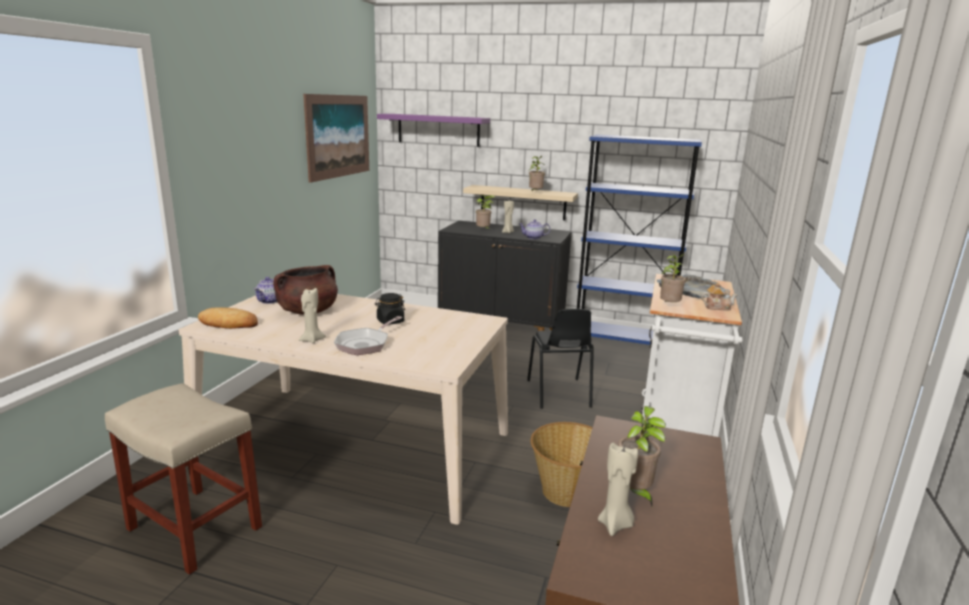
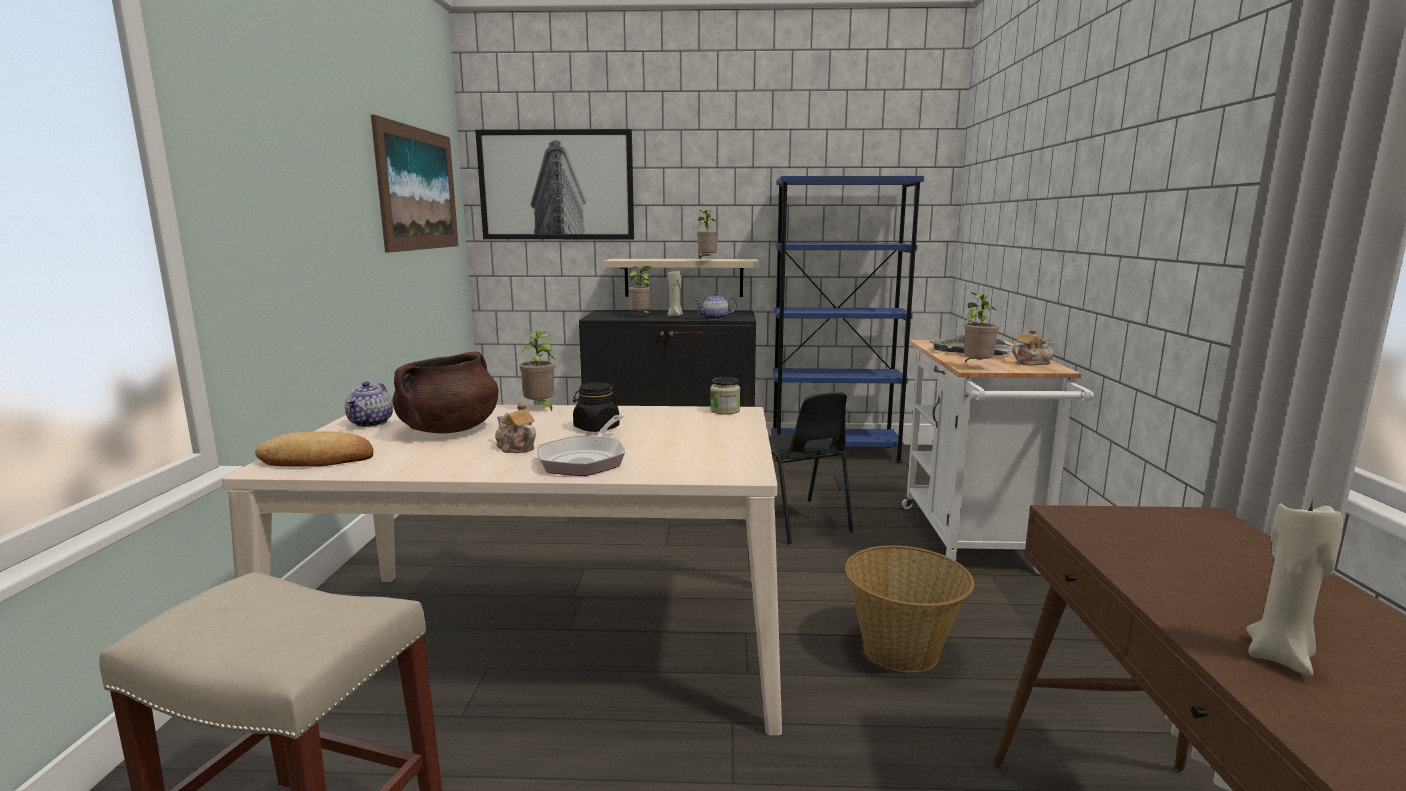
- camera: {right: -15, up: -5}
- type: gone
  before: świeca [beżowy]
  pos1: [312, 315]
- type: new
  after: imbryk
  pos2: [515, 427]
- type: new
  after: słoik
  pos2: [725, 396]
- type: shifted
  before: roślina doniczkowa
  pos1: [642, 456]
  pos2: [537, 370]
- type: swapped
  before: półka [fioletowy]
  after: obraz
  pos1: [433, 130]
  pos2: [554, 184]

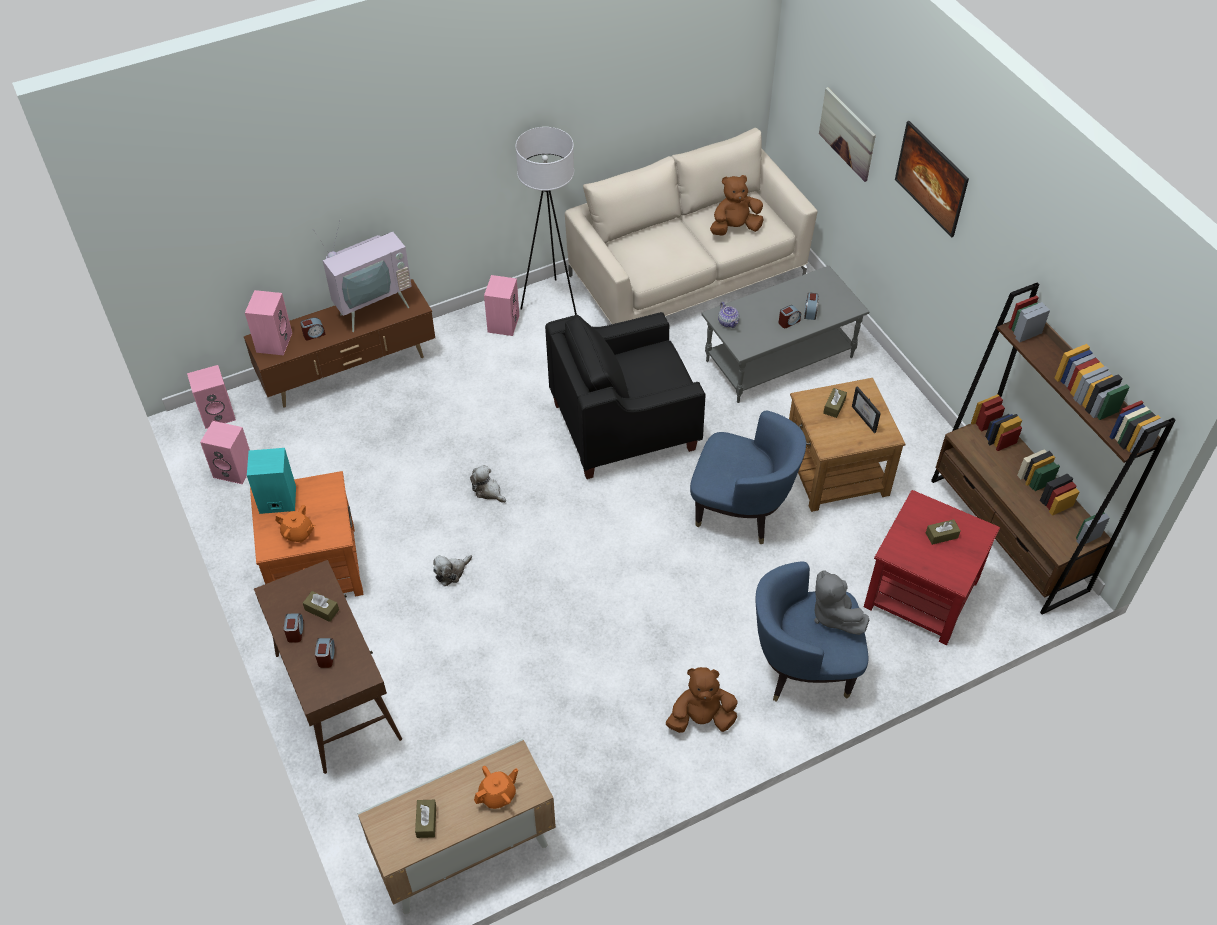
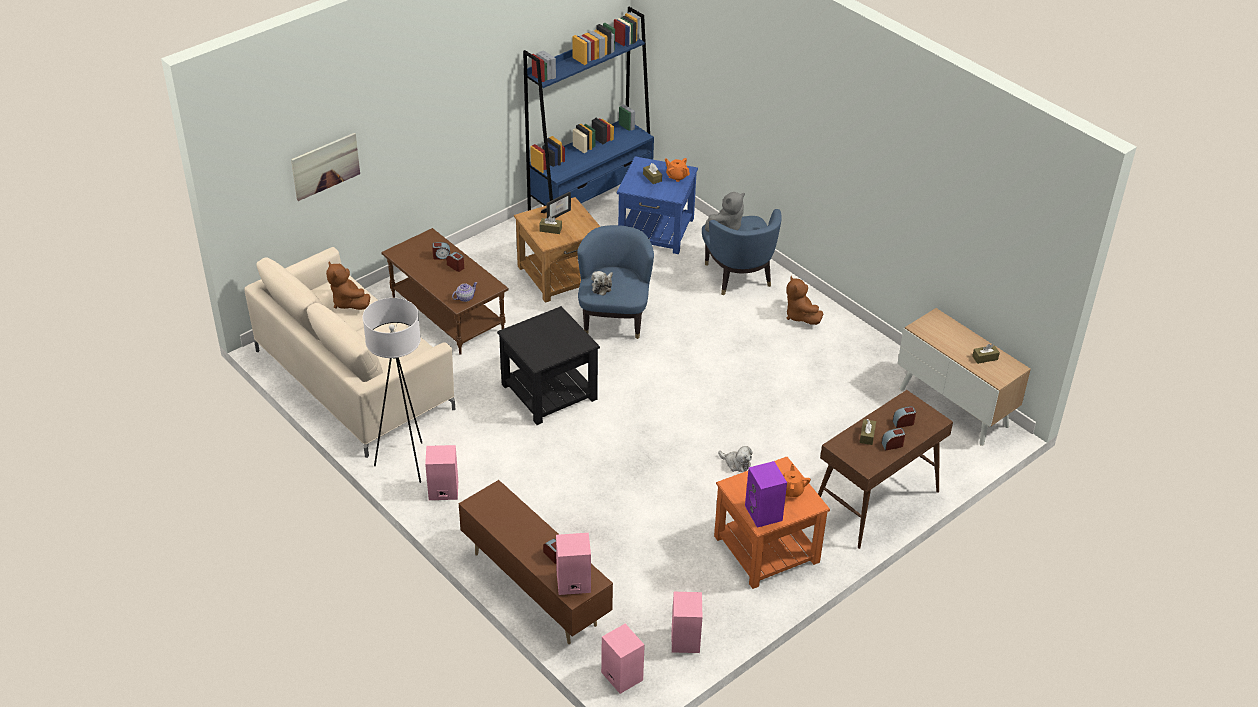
- camera: {right: -105, up: -10}
- type: gone
  before: telewizor
  pos1: [362, 277]
- type: gone
  before: obraz
  pos1: [932, 179]
- type: shifted
  before: pluszak
  pos1: [488, 484]
  pos2: [602, 283]
- type: shifted
  before: imbryk [pomarańczowy]
  pos1: [496, 787]
  pos2: [677, 170]
- type: swapped
  before: fotel [czarny]
  after: stolik [czarny]
  pos1: [625, 395]
  pos2: [548, 365]
- type: repainted
  before: głośnik [turkusowy]
  after: głośnik [fioletowy]
  pos1: [271, 481]
  pos2: [766, 494]
- type: repainted
  before: ława [szary]
  after: ława [brązowy]
  pos1: [785, 334]
  pos2: [445, 291]
- type: repainted
  before: stolik [czerwony]
  after: stolik [niebieski]
  pos1: [932, 567]
  pos2: [657, 205]
- type: repainted
  before: regał [brązowy]
  after: regał [niebieski]
  pos1: [1053, 448]
  pos2: [588, 109]

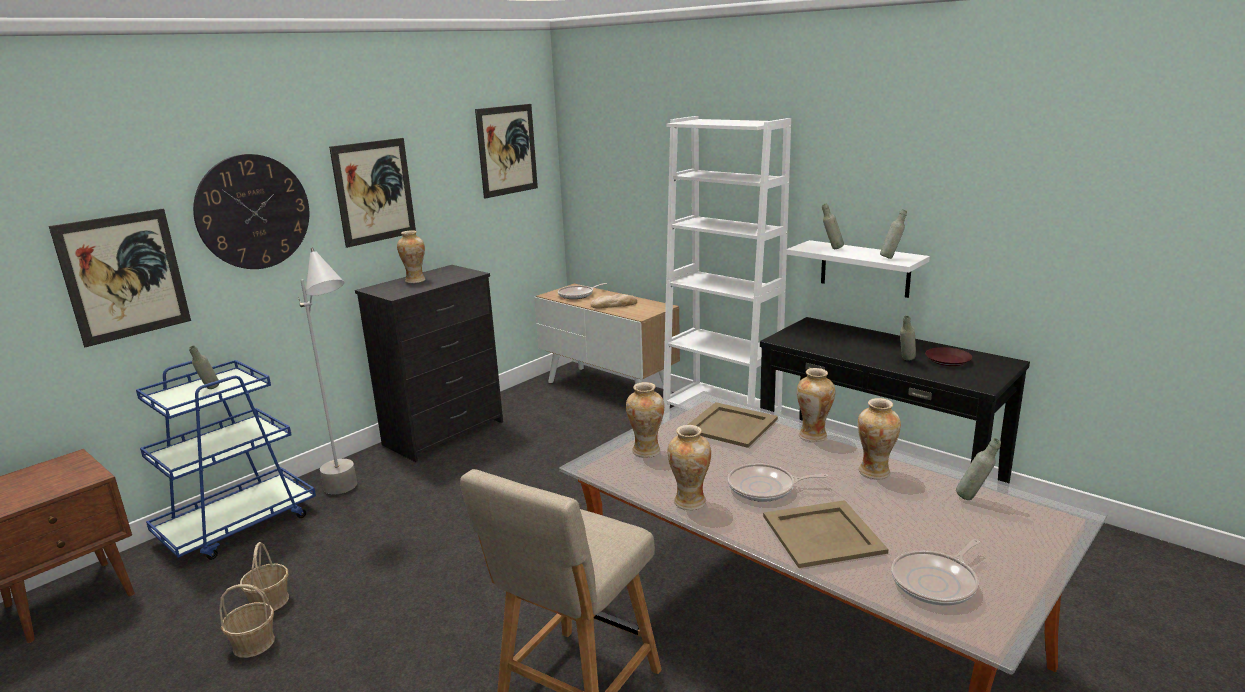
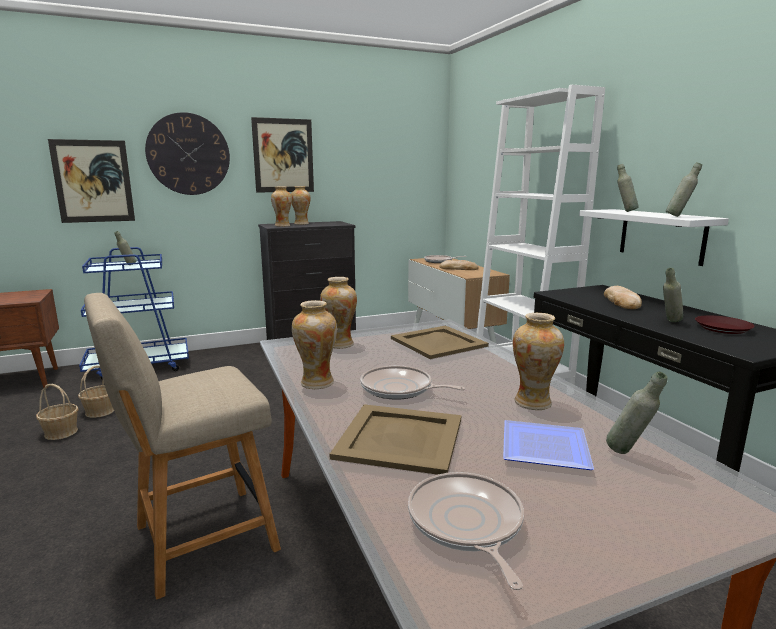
- camera: {right: 25, up: -5}
- type: gone
  before: lampa stojąca [szary]
  pos1: [327, 371]
- type: gone
  before: obraz
  pos1: [506, 151]
- type: new
  after: talerz
  pos2: [548, 445]
- type: new
  after: chleb
  pos2: [623, 297]
- type: shifted
  before: wazon
  pos1: [816, 405]
  pos2: [281, 206]
- type: rotated
  before: patelnia
  pos1: [935, 572]
  pos2: [466, 531]
  turn: 90

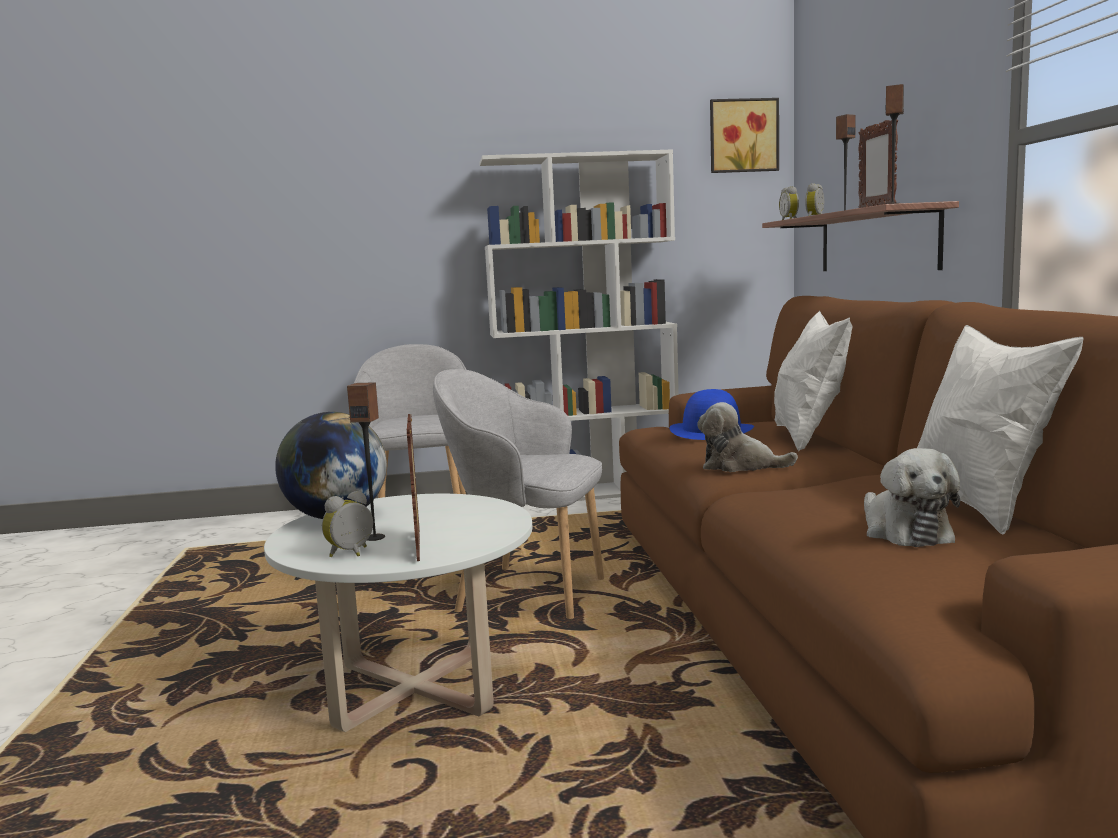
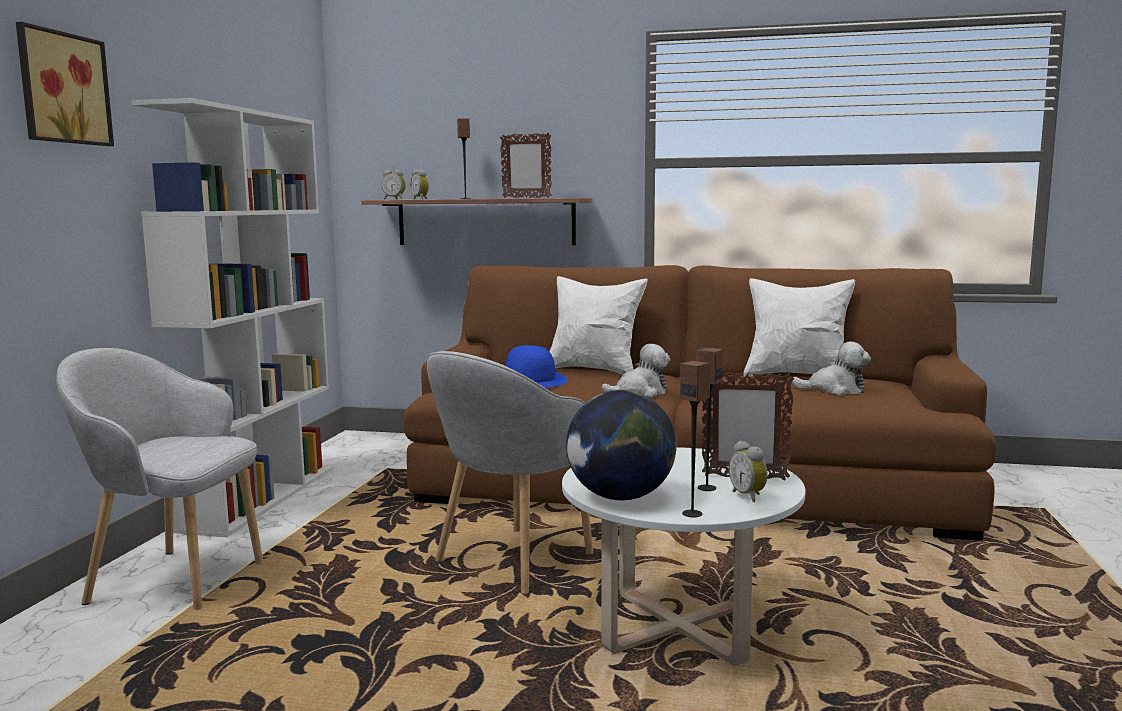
- camera: {right: -70, up: 0}
- type: shifted
  before: obraz
  pos1: [744, 135]
  pos2: [65, 84]
- type: shifted
  before: głośnik
  pos1: [895, 144]
  pos2: [695, 439]
- type: rotated
  before: pluszak
  pos1: [747, 437]
  pos2: [635, 370]
  turn: -150

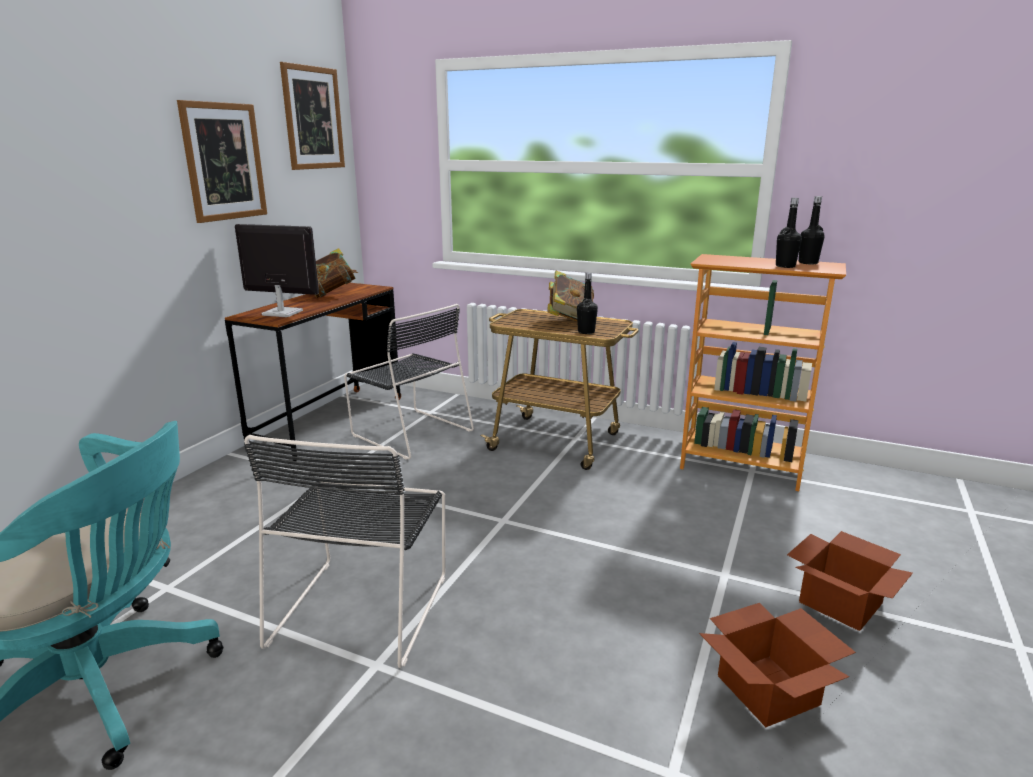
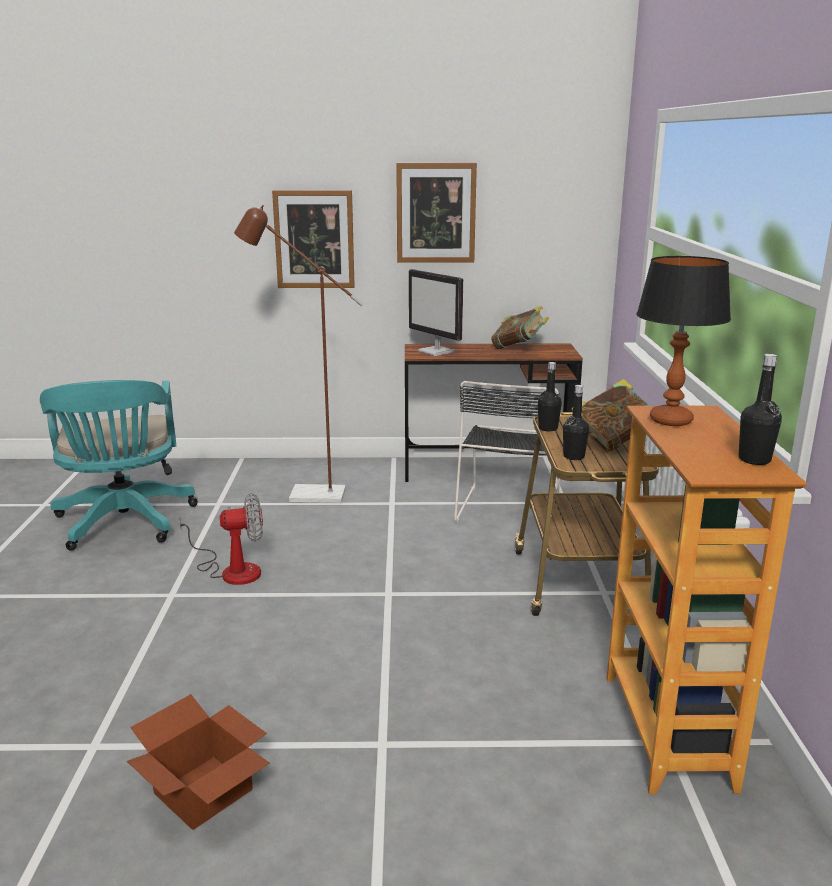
- camera: {right: 65, up: 0}
- type: gone
  before: karton
  pos1: [850, 581]
- type: new
  after: lampa stojąca [brązowy]
  pos2: [299, 354]
- type: new
  after: lampa stołowa
  pos2: [683, 341]
- type: shifted
  before: obraz
  pos1: [312, 116]
  pos2: [313, 239]
- type: shifted
  before: butelka [czarny]
  pos1: [789, 233]
  pos2: [550, 396]
- type: swapped
  before: krzesło [czarny]
  after: wentylator
  pos1: [344, 551]
  pos2: [221, 539]
- type: rotated
  before: monitor
  pos1: [277, 270]
  pos2: [436, 312]
  turn: 150

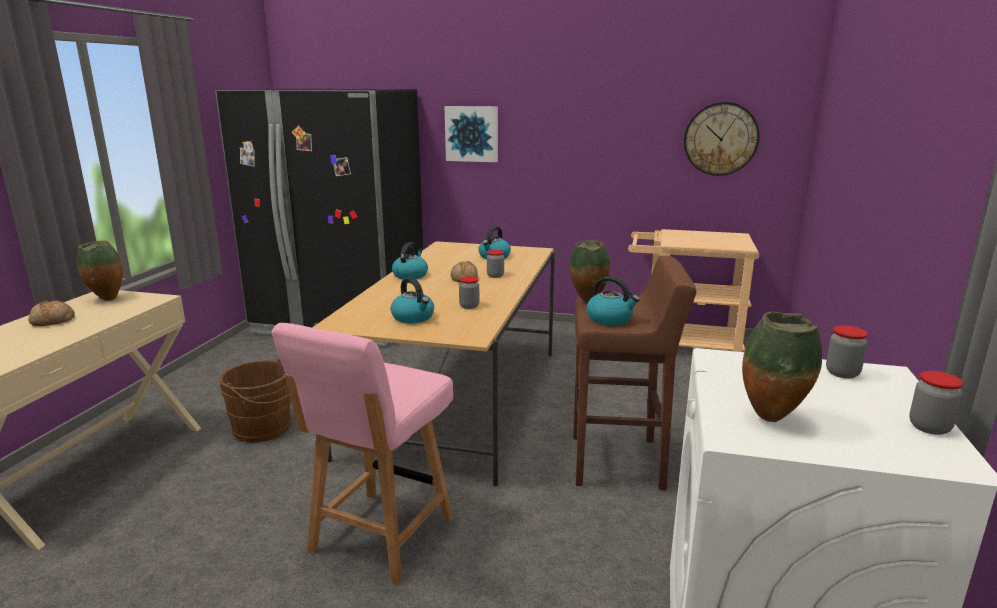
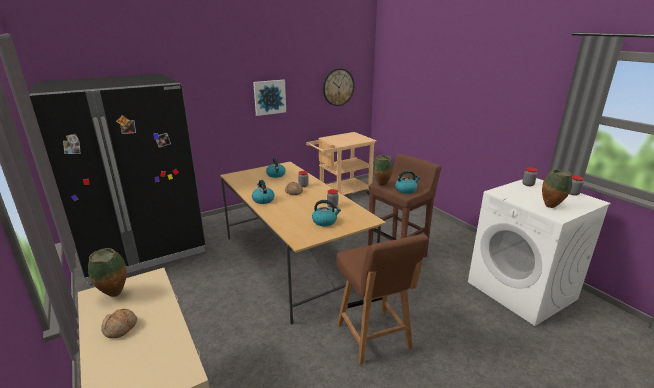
- camera: {right: -45, up: 5}
- type: gone
  before: wiadro [brązowy]
  pos1: [255, 400]
- type: shifted
  before: obraz
  pos1: [471, 134]
  pos2: [269, 98]
- type: repainted
  before: krzesło [różowy]
  after: krzesło [brązowy]
  pos1: [362, 454]
  pos2: [382, 299]

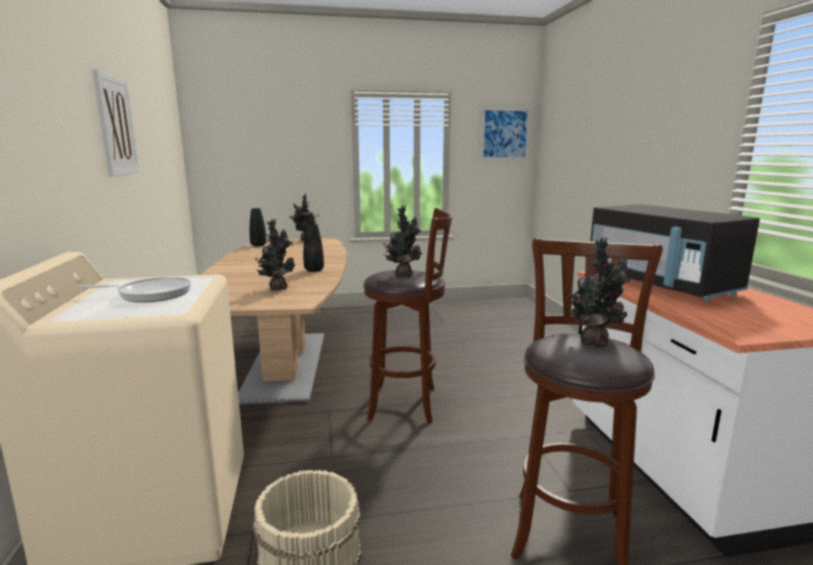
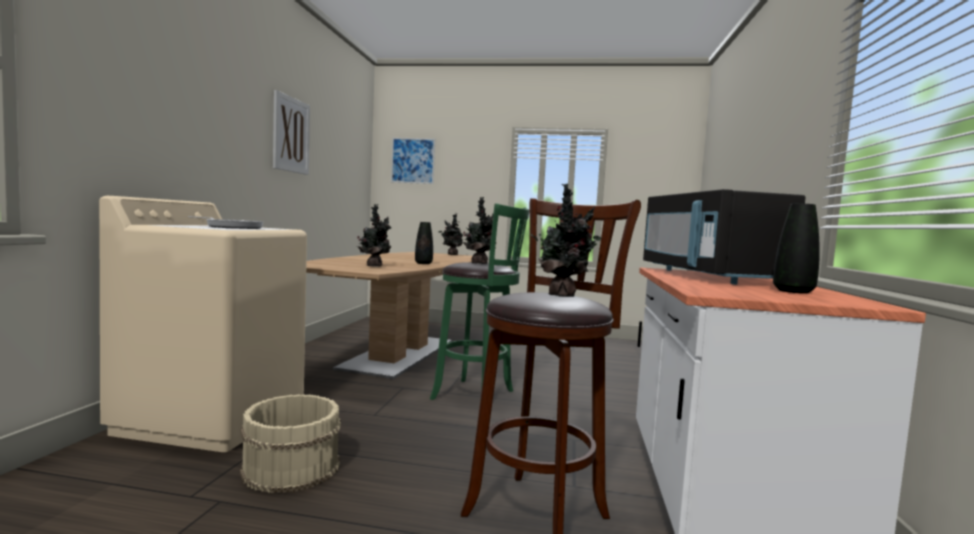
- camera: {right: 20, up: -10}
- type: shifted
  before: wazon [czarny]
  pos1: [258, 227]
  pos2: [796, 249]
- type: shifted
  before: obraz
  pos1: [505, 134]
  pos2: [413, 161]
- type: repainted
  before: stołek [brązowy]
  after: stołek [zielony]
  pos1: [407, 315]
  pos2: [480, 301]

